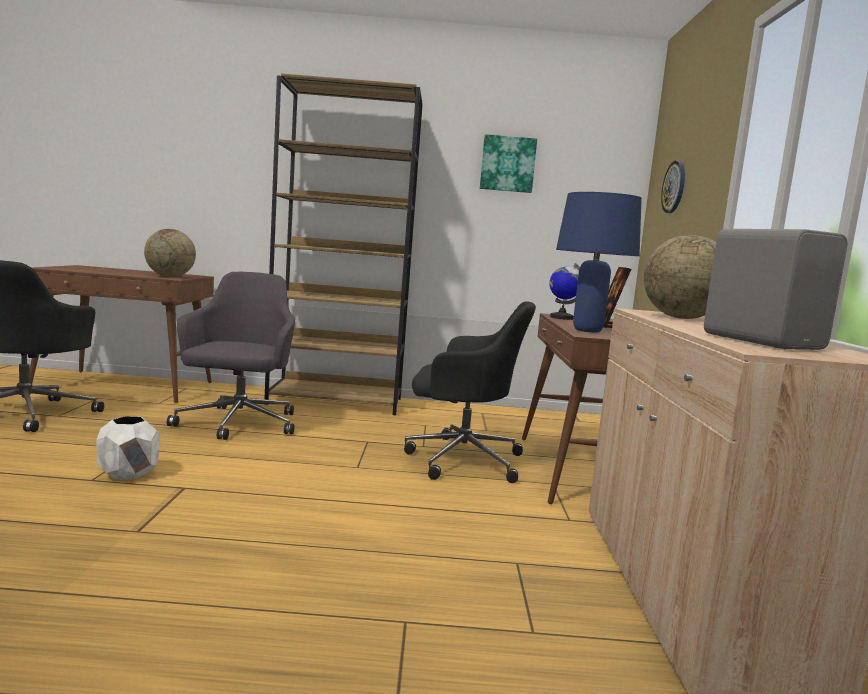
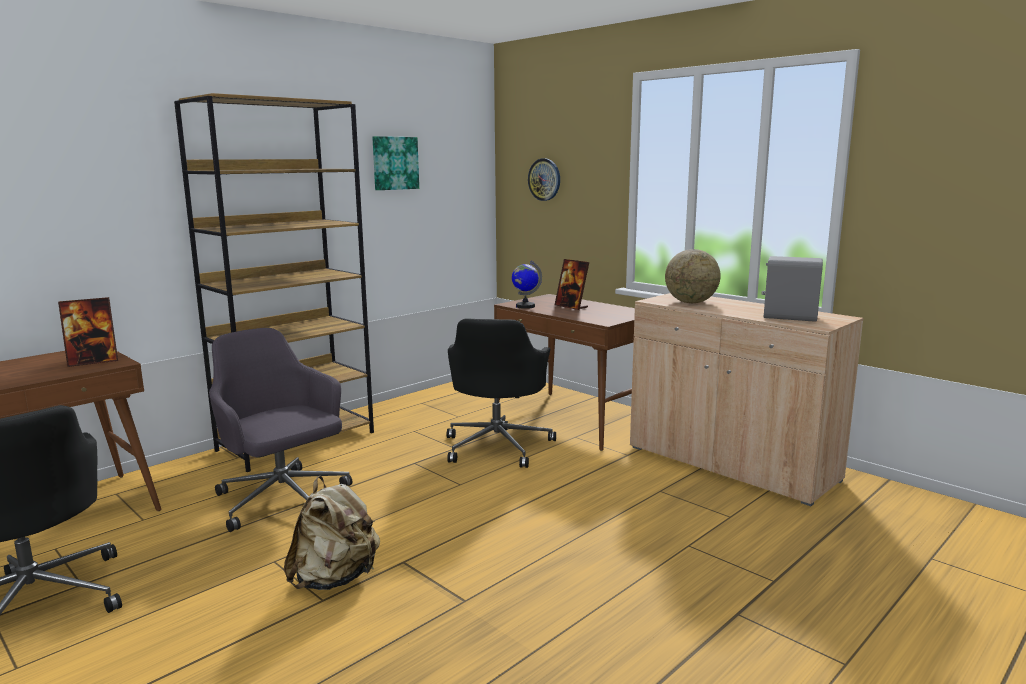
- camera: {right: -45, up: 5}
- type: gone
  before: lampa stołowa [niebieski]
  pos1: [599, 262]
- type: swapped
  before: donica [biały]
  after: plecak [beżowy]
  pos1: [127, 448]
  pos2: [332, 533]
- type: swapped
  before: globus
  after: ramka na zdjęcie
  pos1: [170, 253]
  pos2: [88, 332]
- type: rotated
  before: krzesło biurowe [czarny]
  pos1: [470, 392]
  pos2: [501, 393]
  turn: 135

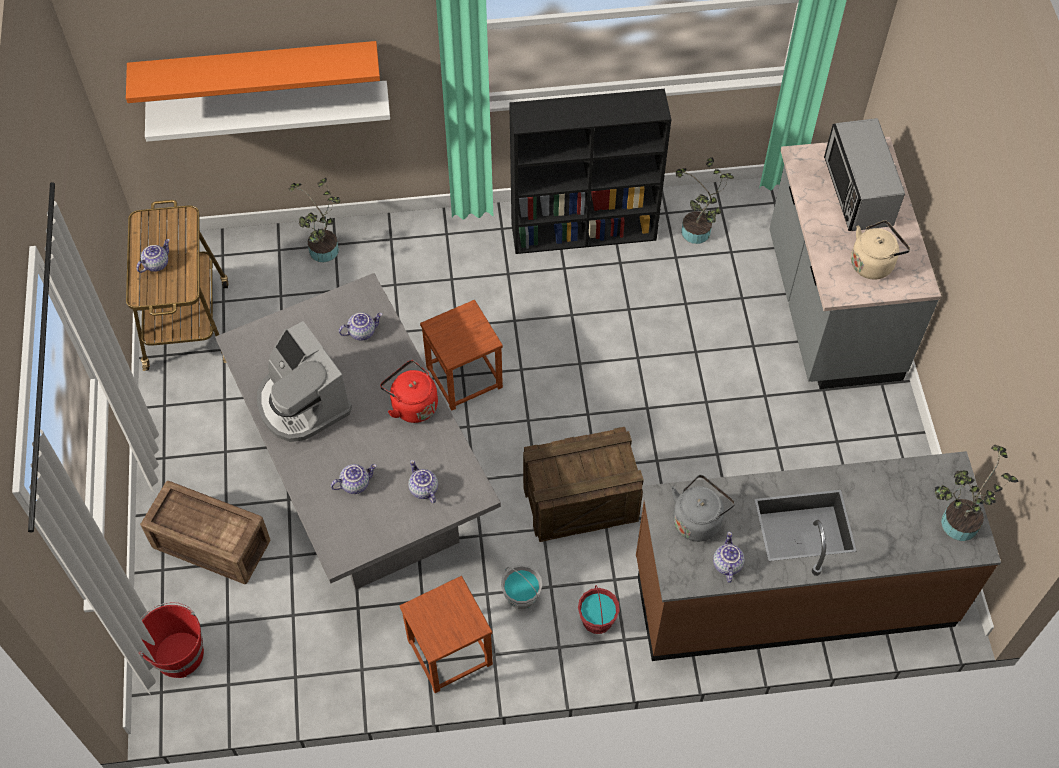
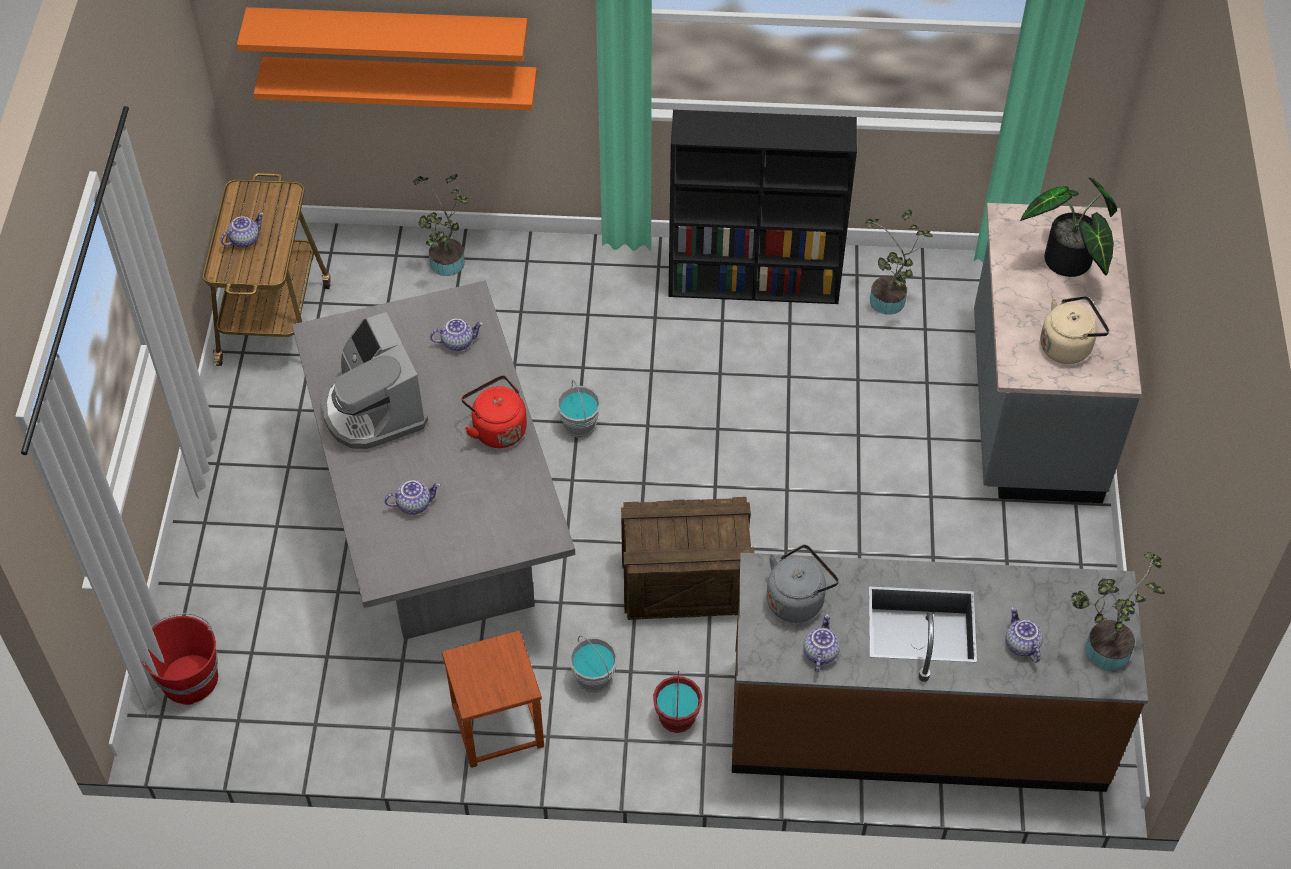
- camera: {right: 10, up: -5}
- type: gone
  before: skrzynka
  pos1: [205, 532]
- type: shifted
  before: imbryk
  pos1: [423, 481]
  pos2: [1024, 635]
- type: swapped
  before: stołek [brązowy]
  after: wiadro [szary]
  pos1: [461, 355]
  pos2: [579, 409]
- type: swapped
  before: mikrofalówka
  after: roślina doniczkowa
  pos1: [864, 174]
  pos2: [1068, 227]
- type: repainted
  before: półka [biały]
  after: półka [pomarańczowy]
  pos1: [267, 111]
  pos2: [395, 83]

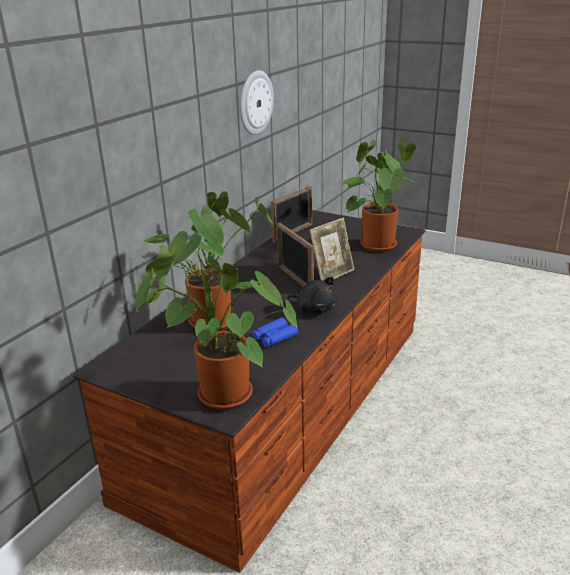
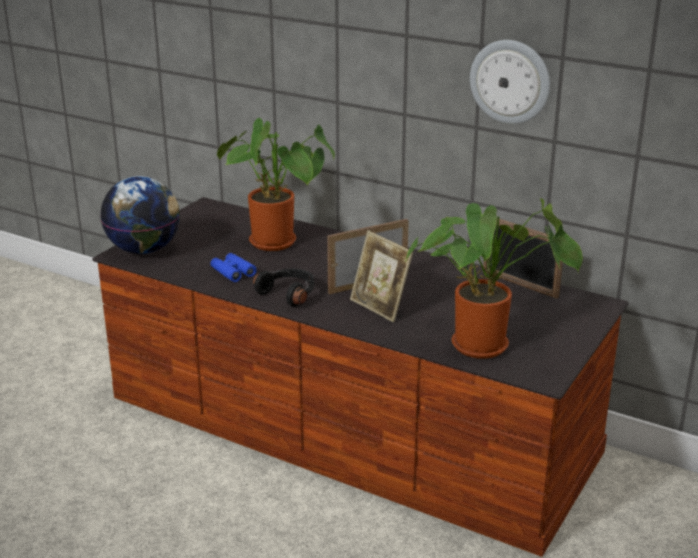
- camera: {right: 90, up: 0}
- type: swapped
  before: roślina doniczkowa
  after: globus
  pos1: [217, 327]
  pos2: [140, 215]
- type: swapped
  before: pluszak [czarny]
  after: słuchawki [czarny]
  pos1: [312, 295]
  pos2: [283, 287]

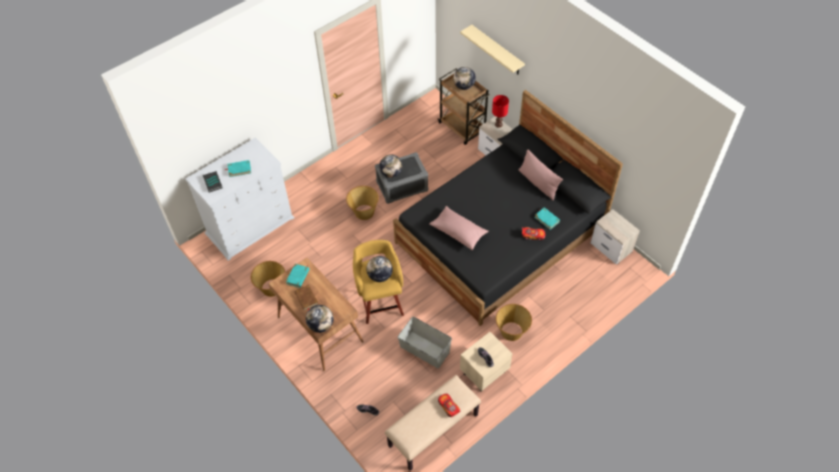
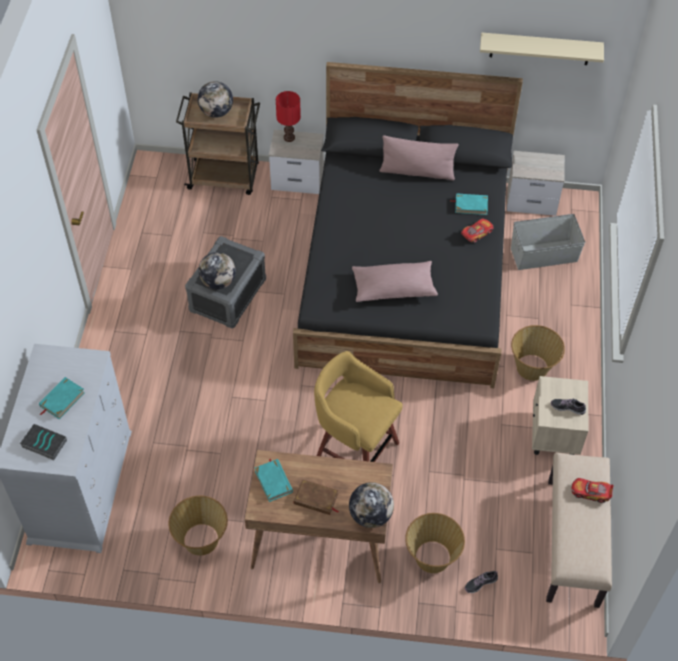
- camera: {right: -45, up: 0}
- type: gone
  before: globus
  pos1: [379, 269]
- type: shifted
  before: koszyk
  pos1: [362, 203]
  pos2: [435, 543]
- type: shifted
  before: pojemnik do przechowywania [szary]
  pos1: [425, 343]
  pos2: [548, 242]
- type: shifted
  before: półka [beżowy]
  pos1: [492, 49]
  pos2: [542, 49]

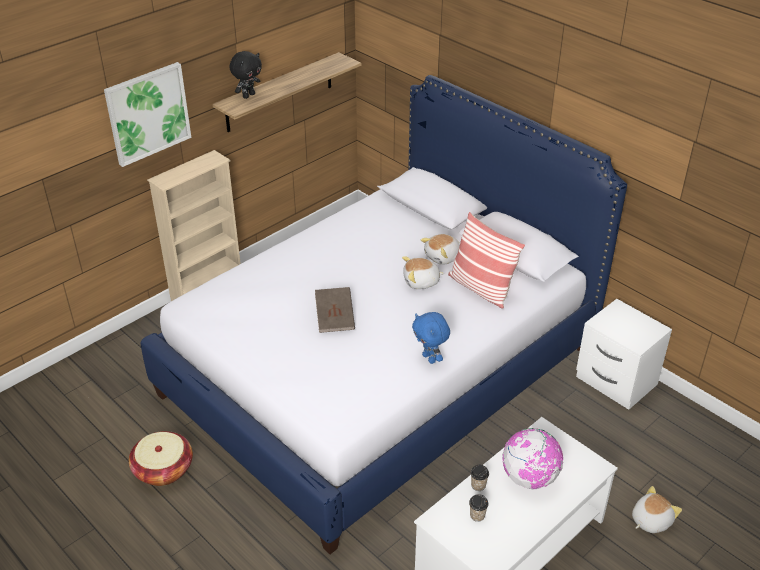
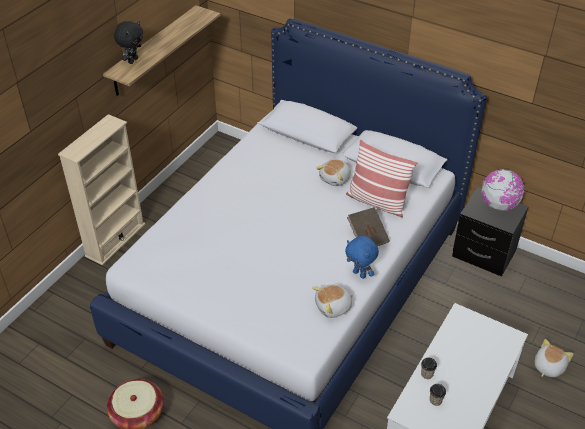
- camera: {right: -15, up: 5}
- type: gone
  before: obraz
  pos1: [147, 114]
- type: shifted
  before: książka [brązowy]
  pos1: [335, 310]
  pos2: [368, 226]
- type: shifted
  before: pluszak
  pos1: [423, 272]
  pos2: [333, 301]
- type: shifted
  before: globus
  pos1: [532, 458]
  pos2: [503, 190]
- type: repainted
  before: szafka nocna [biały]
  after: szafka nocna [czarny]
  pos1: [624, 354]
  pos2: [490, 231]

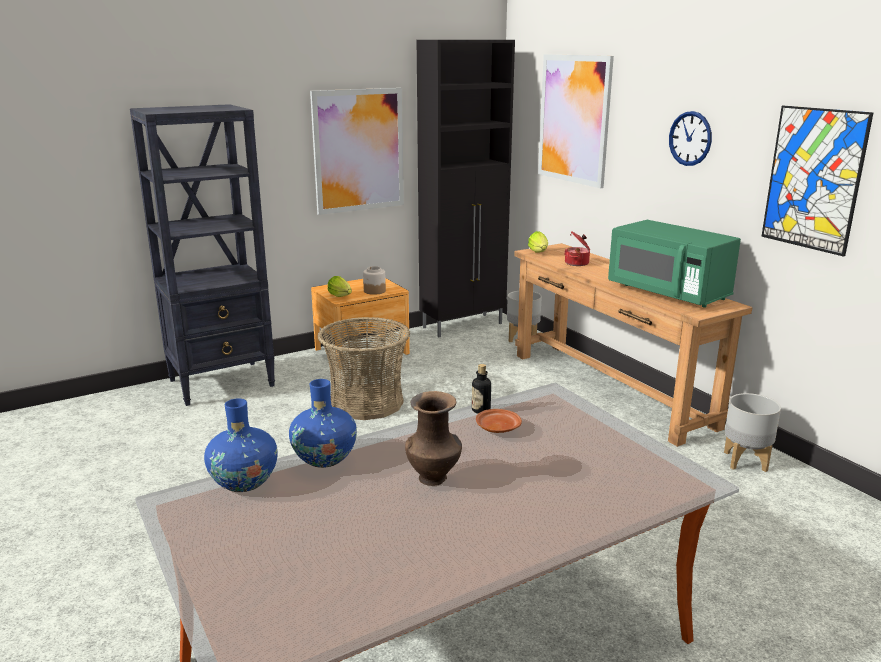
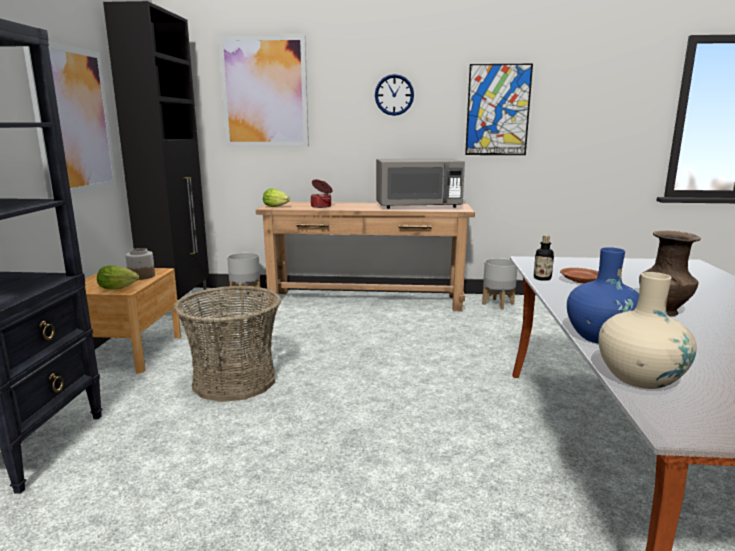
- camera: {right: -55, up: -5}
- type: repainted
  before: wazon [niebieski]
  after: wazon [beżowy]
  pos1: [241, 445]
  pos2: [648, 330]
- type: repainted
  before: mikrofalówka [zielony]
  after: mikrofalówka [szary]
  pos1: [674, 264]
  pos2: [420, 183]

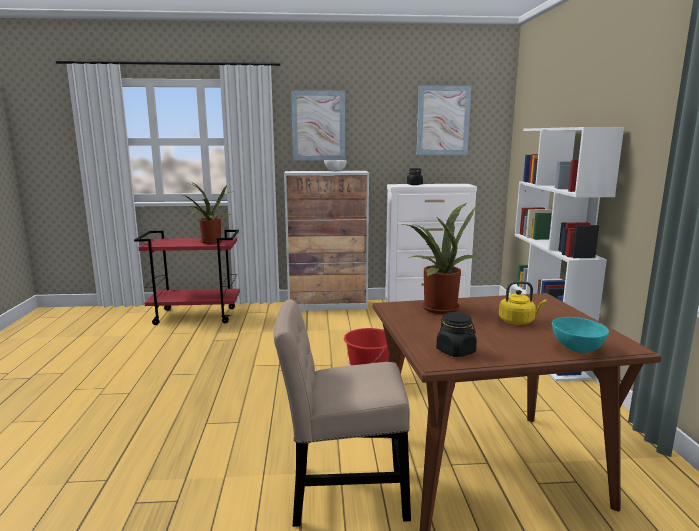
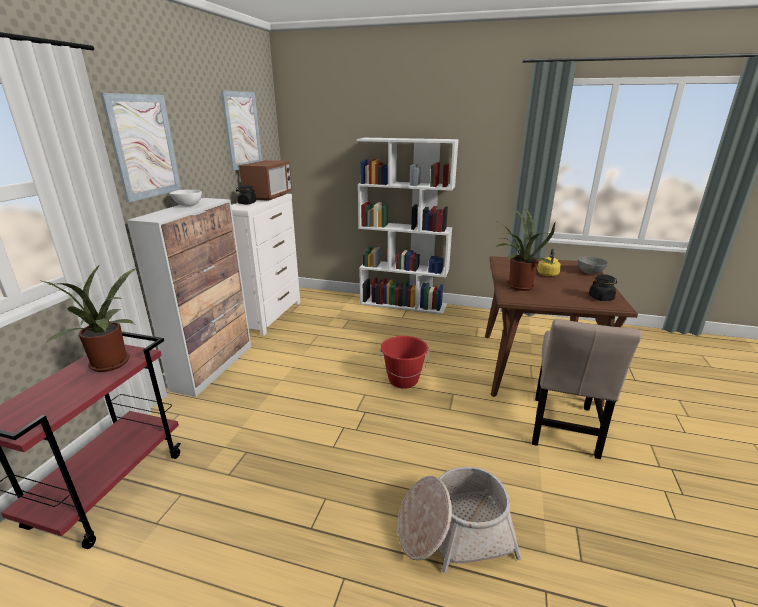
- camera: {right: -70, up: 10}
- type: new
  after: mikrofalówka
  pos2: [265, 180]
- type: new
  after: koszyk
  pos2: [460, 520]
- type: repainted
  before: miska [turkusowy]
  after: miska [szary]
  pos1: [580, 335]
  pos2: [593, 265]

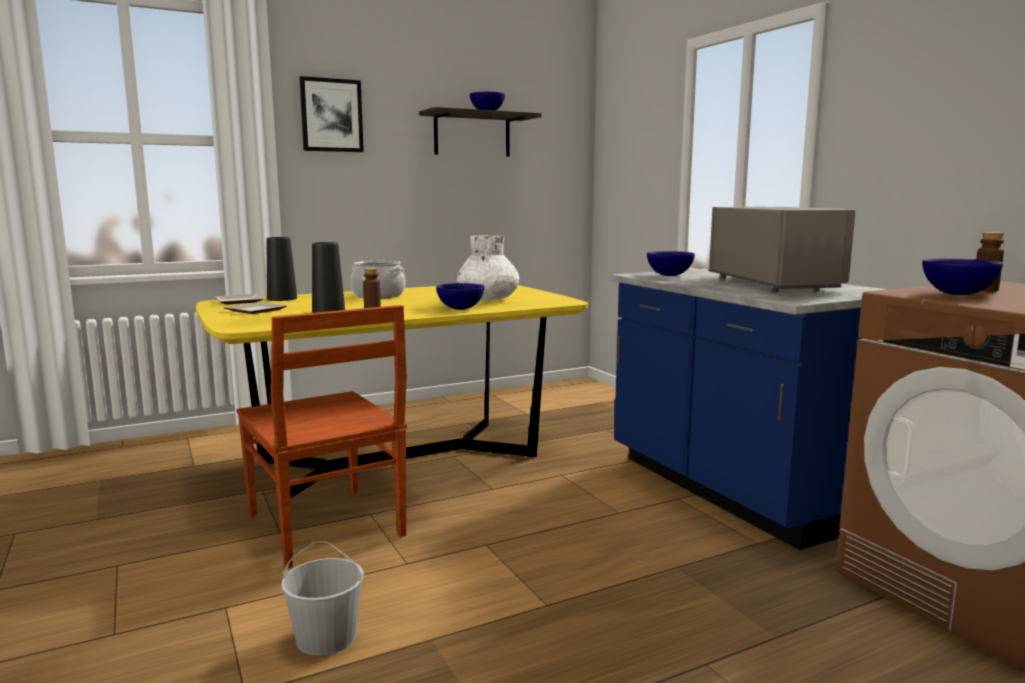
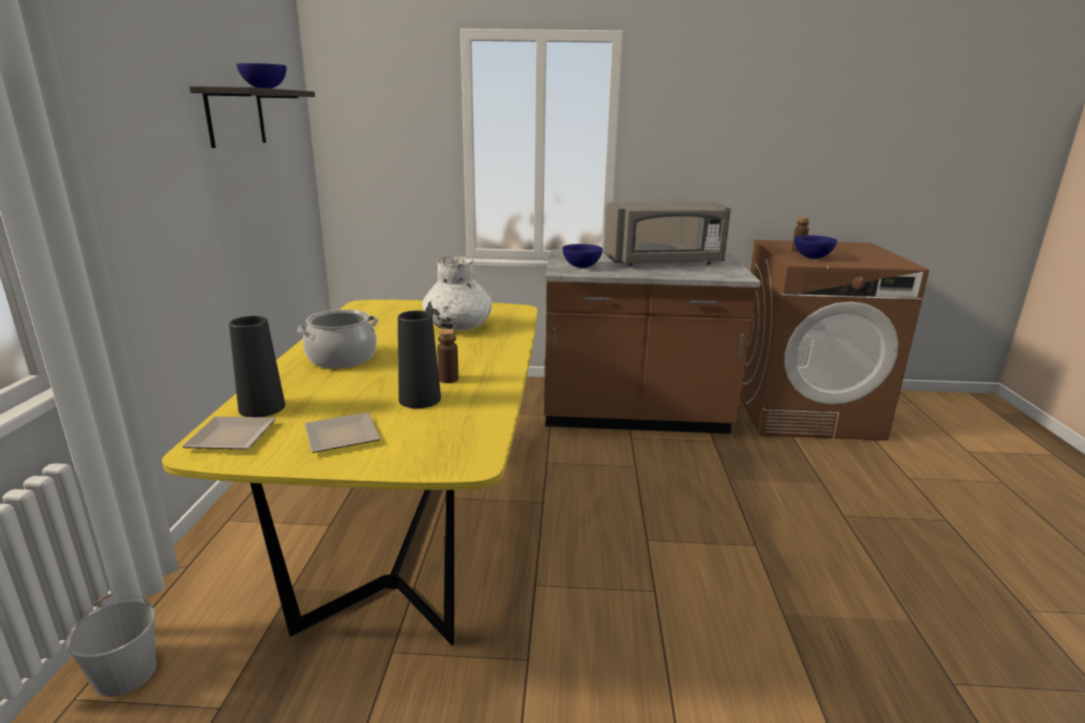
- camera: {right: -60, up: 10}
- type: gone
  before: krzesło [brązowy]
  pos1: [321, 437]
- type: gone
  before: obraz
  pos1: [331, 114]
- type: gone
  before: miska [niebieski]
  pos1: [460, 296]
- type: shifted
  before: wiadro [biały]
  pos1: [322, 598]
  pos2: [111, 645]
- type: repainted
  before: zabudowa kuchenna [niebieski]
  after: zabudowa kuchenna [brązowy]
  pos1: [748, 409]
  pos2: [652, 341]
- type: rotated
  before: mikrofalówka [szary]
  pos1: [782, 249]
  pos2: [667, 234]
  turn: 150

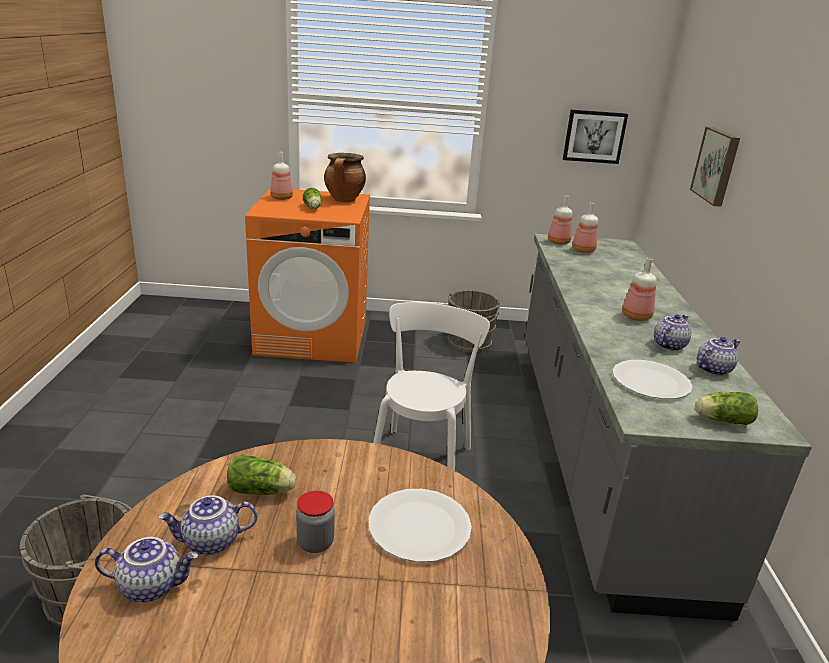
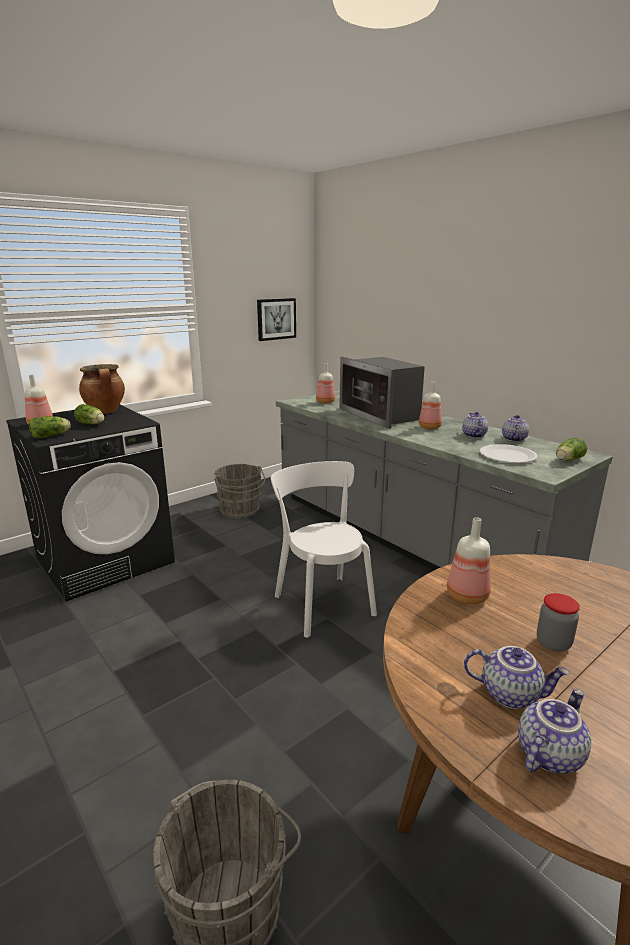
- camera: {right: -40, up: -5}
- type: gone
  before: talerz [biały]
  pos1: [420, 526]
- type: gone
  before: obraz
  pos1: [715, 167]
- type: new
  after: mikrofalówka
  pos2: [382, 393]
- type: shifted
  before: sałata
  pos1: [261, 474]
  pos2: [50, 427]
- type: shifted
  before: butelka
  pos1: [560, 220]
  pos2: [469, 560]
- type: repainted
  before: pralka [pomarańczowy]
  after: pralka [czarny]
  pos1: [307, 275]
  pos2: [90, 503]
- type: rotated
  before: imbryk
  pos1: [207, 525]
  pos2: [517, 677]
  turn: -105

